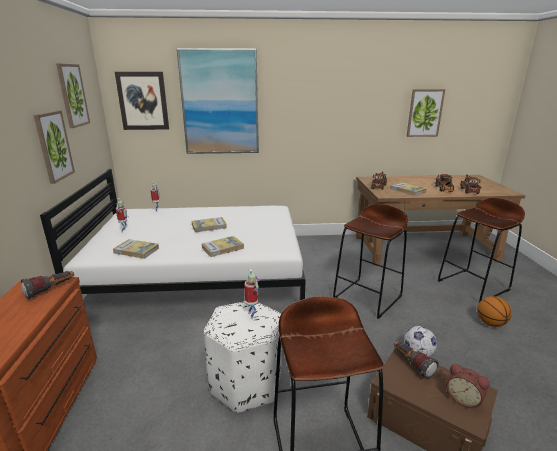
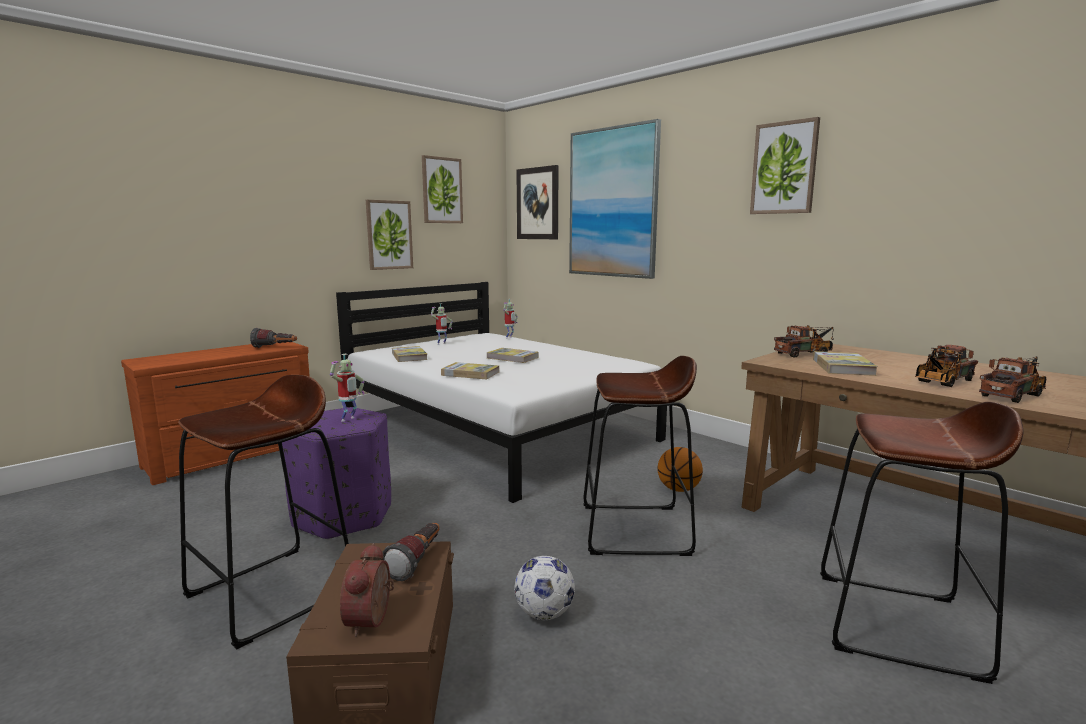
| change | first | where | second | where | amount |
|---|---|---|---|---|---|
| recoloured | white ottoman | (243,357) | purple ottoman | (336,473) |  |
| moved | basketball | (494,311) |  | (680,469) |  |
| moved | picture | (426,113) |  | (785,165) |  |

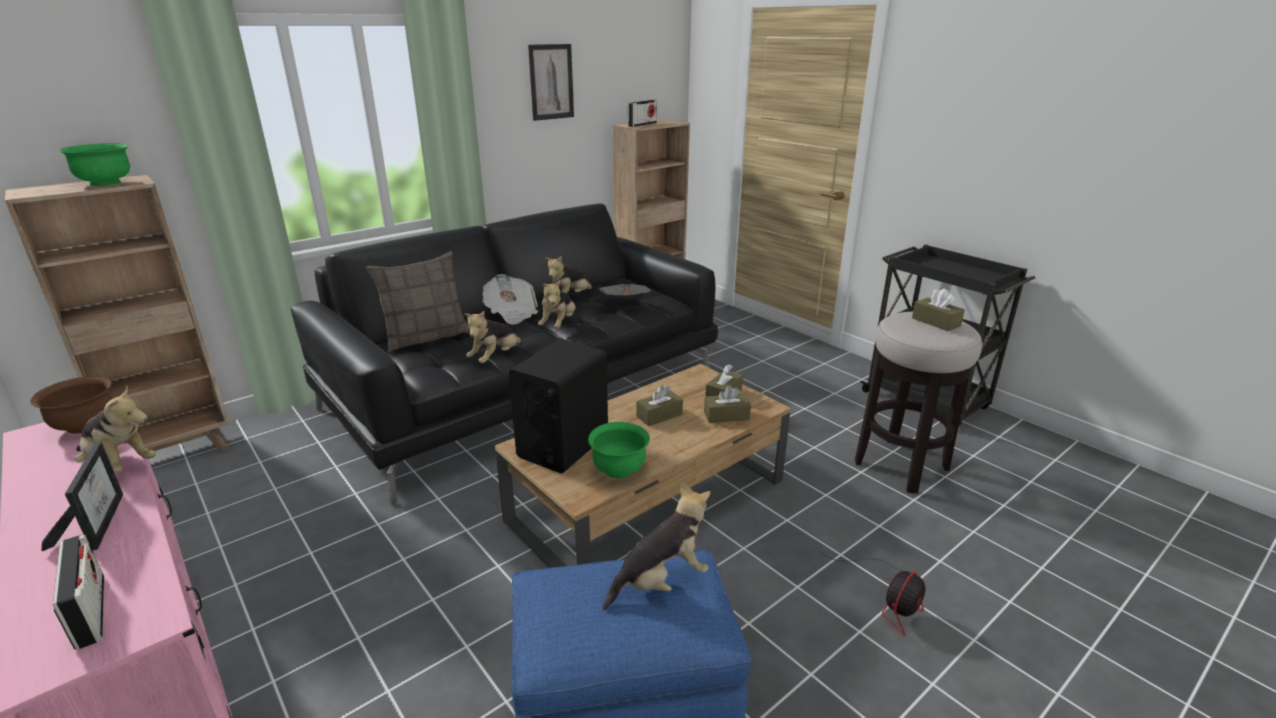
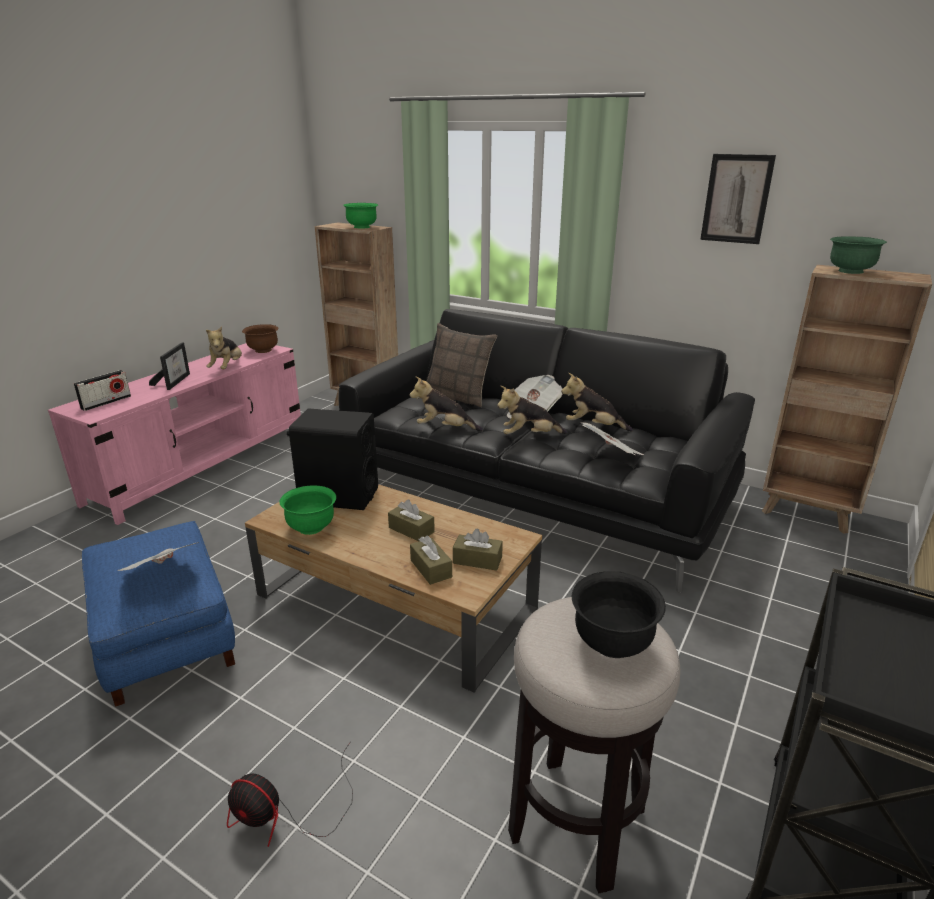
| change | first | where | second | where | amount |
|---|---|---|---|---|---|
| replaced | plush toy | (656,546) | newspaper | (158,556) |  |
| turned | picture frame | (82,496) |  | (169,366) | 45 degrees counterclockwise |
| replaced | brown tissue box | (938,310) | black bowl | (619,614) |  |
| replaced | radio | (642,113) | green bowl | (858,255) |  |

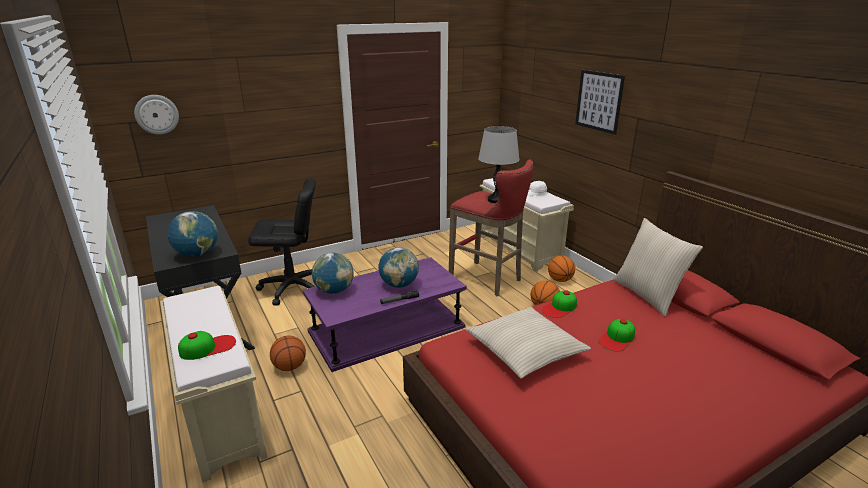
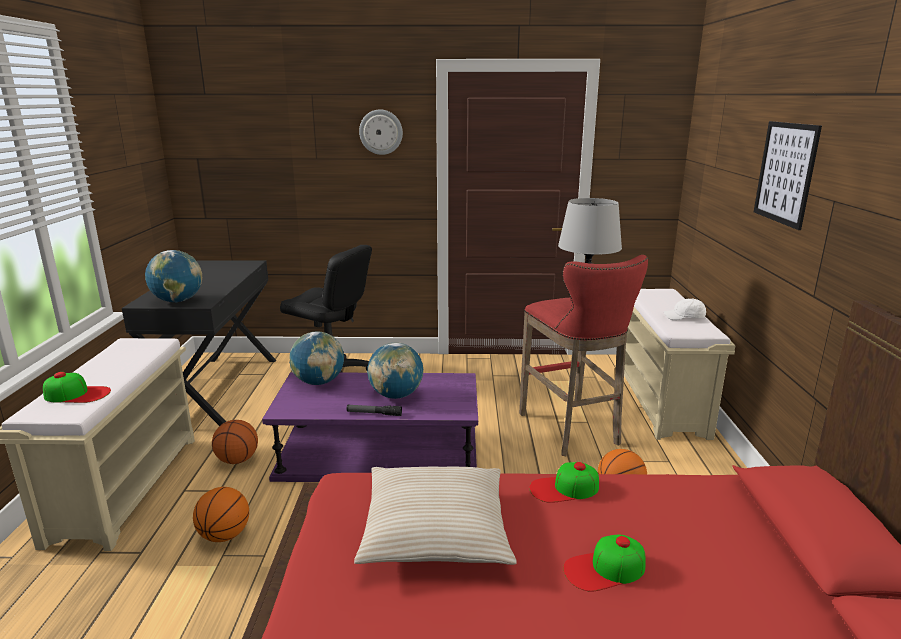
| change | first | where | second | where | amount |
|---|---|---|---|---|---|
| moved | basketball | (561,268) |  | (221,514) |  |
| moved | wall clock | (156,114) |  | (381,132) |  |
| removed | beige pillow | (658,267) |  |  |  |

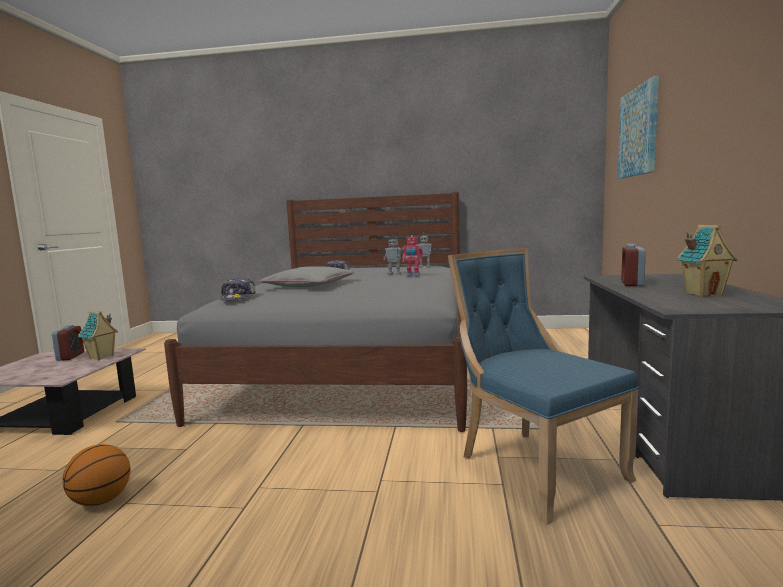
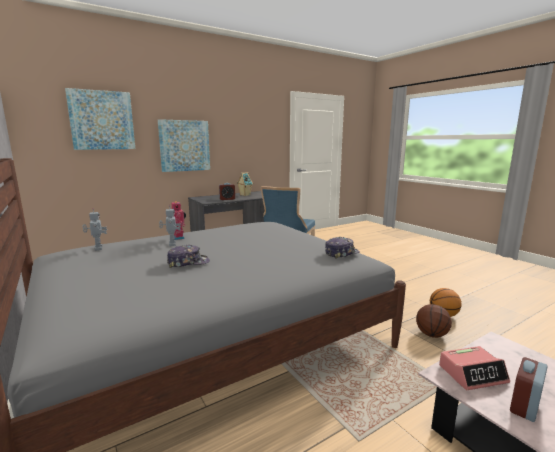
| change | first | where | second | where | amount |
|---|---|---|---|---|---|
| added |  |  | picture | (184,145) |  |
| added |  |  | basketball | (434,321) |  |
| replaced | toy house | (98,335) | alarm clock | (474,368) |  |
| removed | grey pillow | (307,276) |  |  |  |

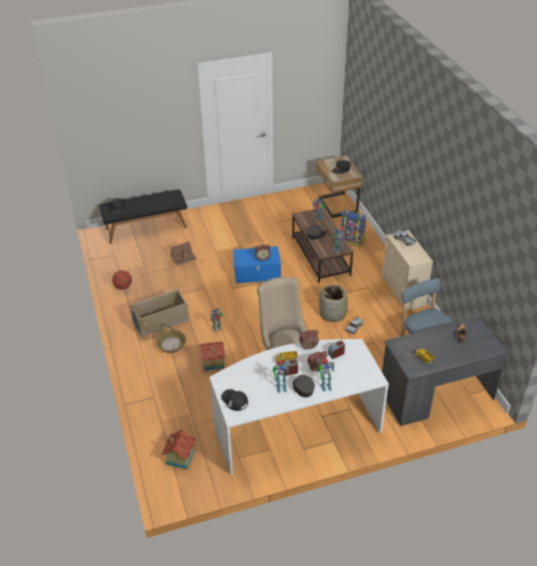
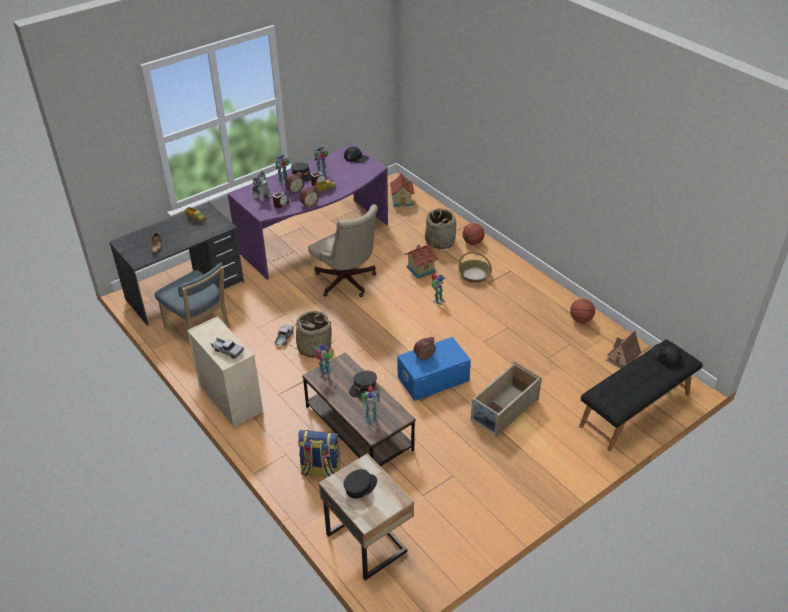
| change | first | where | second | where | amount |
|---|---|---|---|---|---|
| recoloured | white desk | (299,407) | purple desk | (307,212) |  |
| added |  |  | plush toy | (263,186) |  |
| added |  |  | basket | (440,228) |  |
| added |  |  | basketball | (474,234) |  |
| moved | beige storage box | (159,313) |  | (506,399) |  |
| moved | toy house | (183,253) |  | (623,349) |  |

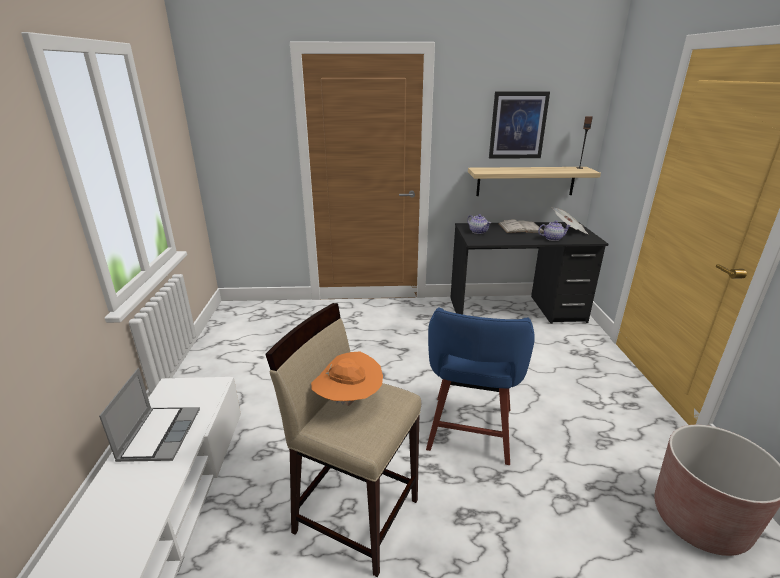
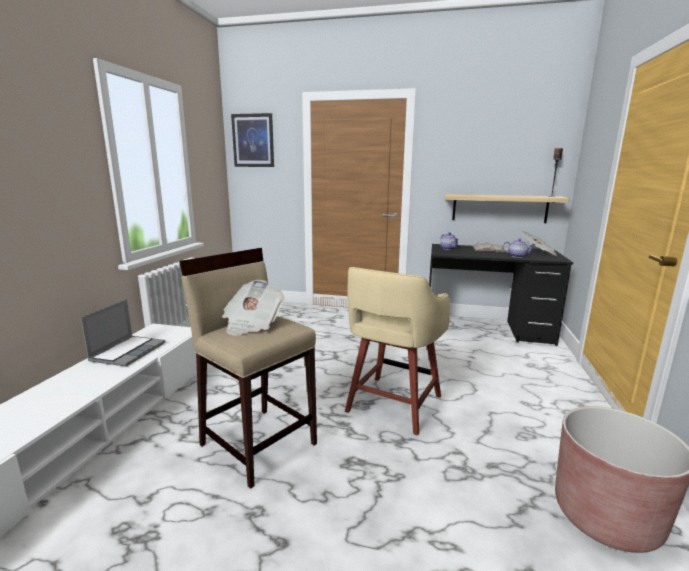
| change | first | where | second | where | amount |
|---|---|---|---|---|---|
| replaced | orange hat | (347,378) | newspaper | (253,307) |  |
| moved | picture | (519,125) |  | (252,140) |  |
| recoloured | blue stool | (480,386) | beige stool | (397,351) |  |

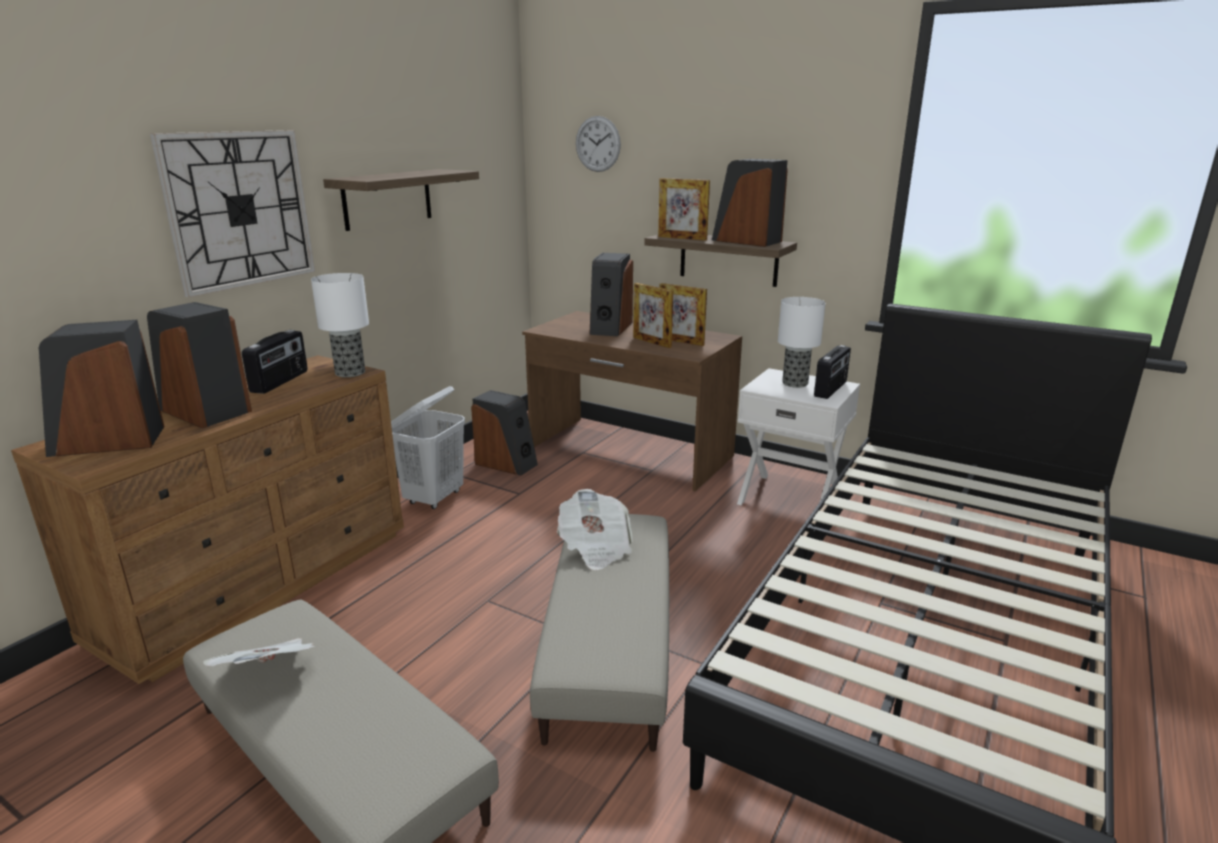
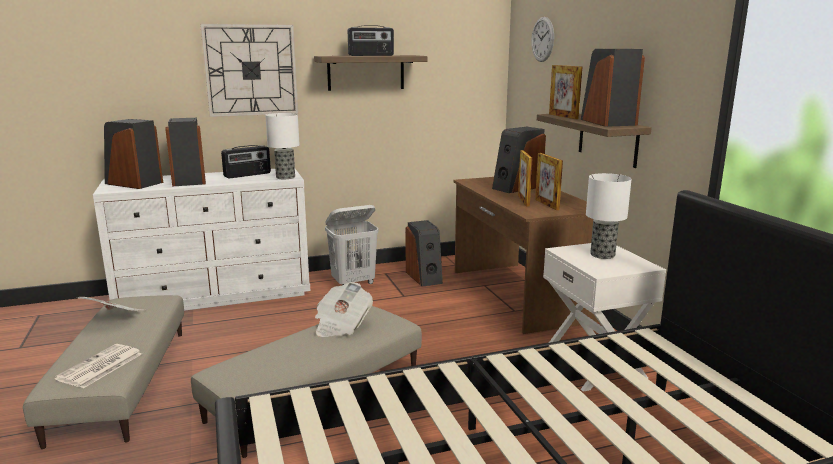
| change | first | where | second | where | amount |
|---|---|---|---|---|---|
| added |  |  | newspaper | (98,366) |  |
| recoloured | brown dresser | (207,519) | white dresser | (201,240) |  |
| moved | radio | (832,372) |  | (371,40) |  |

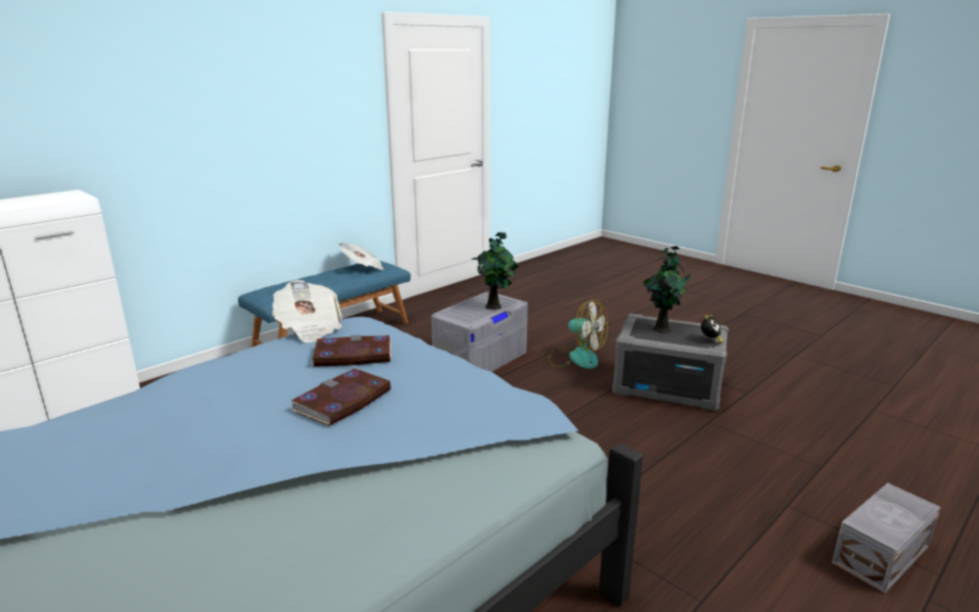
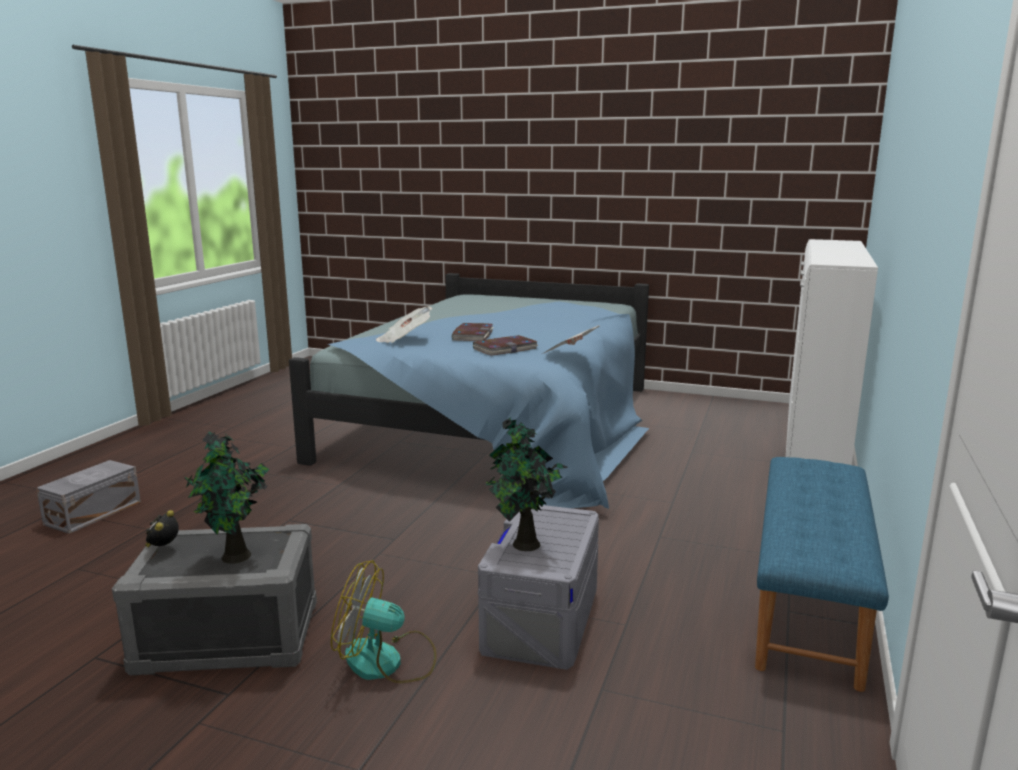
| change | first | where | second | where | amount |
|---|---|---|---|---|---|
| moved | newspaper | (361,256) |  | (404,324) |  |

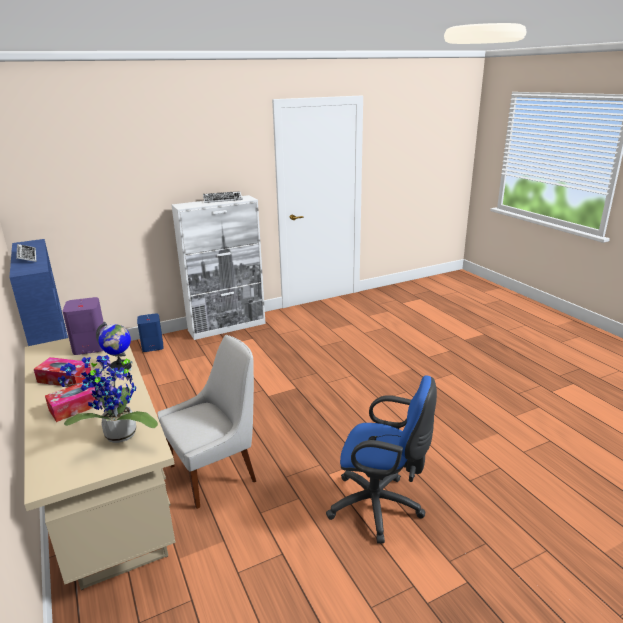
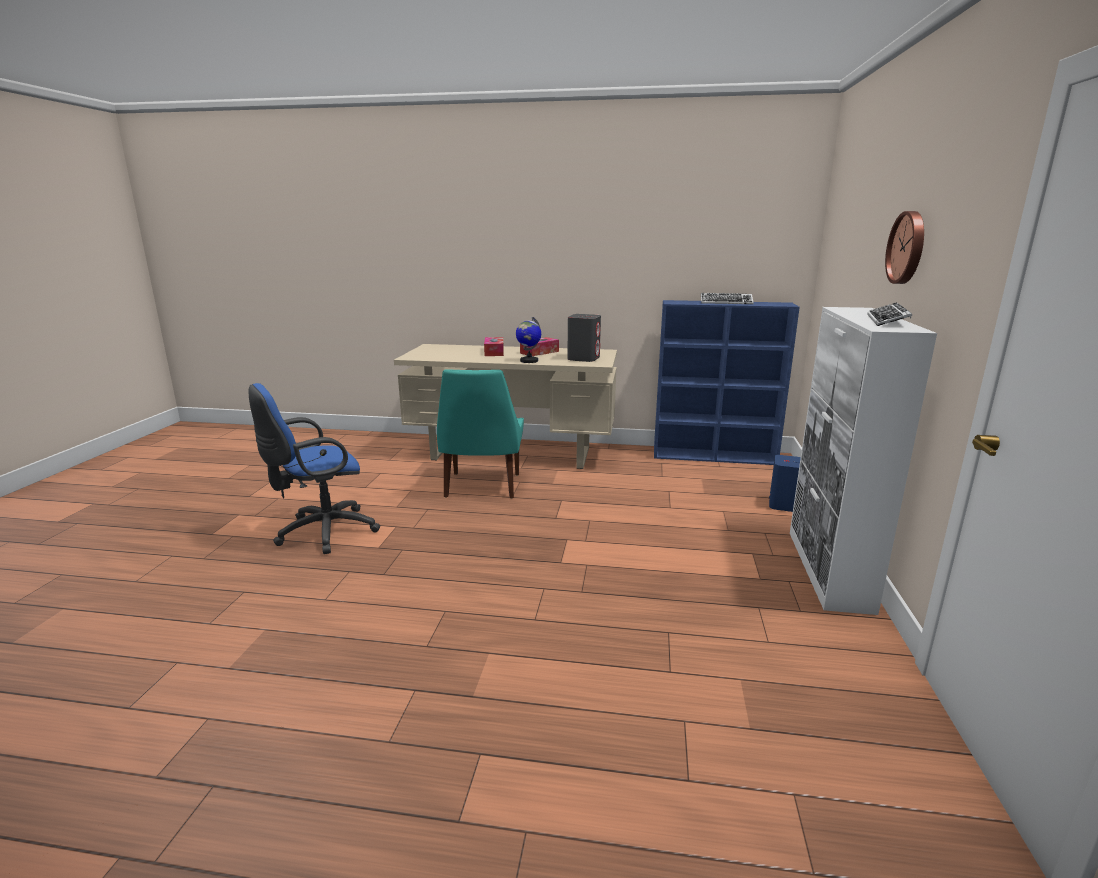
| change | first | where | second | where | amount |
|---|---|---|---|---|---|
| recoloured | white chair | (206,422) | turquoise chair | (480,433) |  |
| recoloured | purple speaker | (84,326) | grey speaker | (584,338) |  |
| added |  |  | wall clock | (904,247) |  |
| removed | potted plant | (108,399) |  |  |  |

